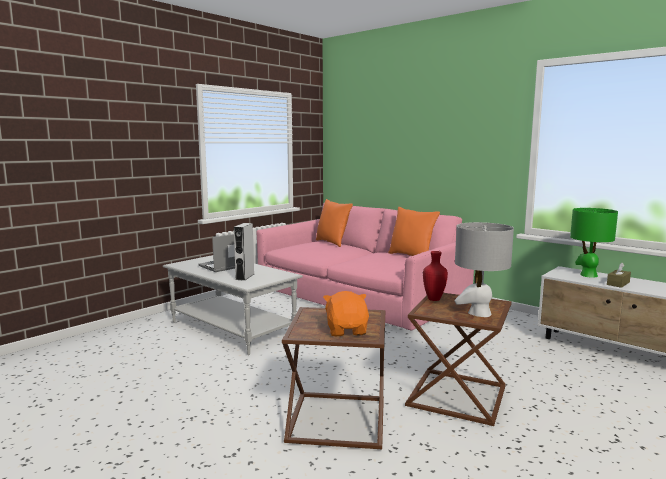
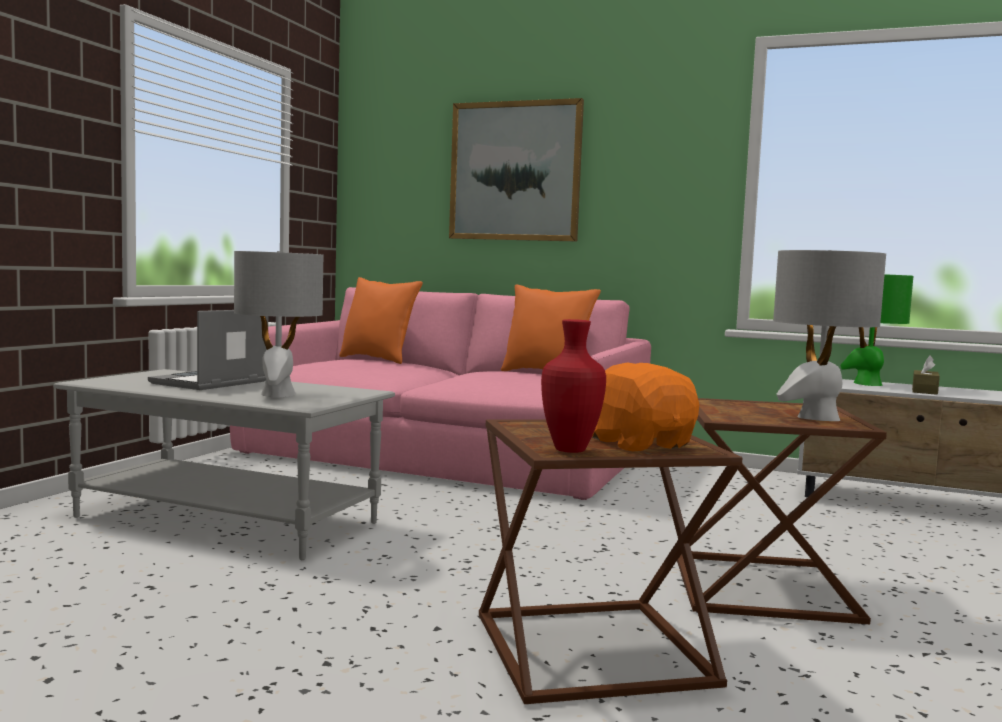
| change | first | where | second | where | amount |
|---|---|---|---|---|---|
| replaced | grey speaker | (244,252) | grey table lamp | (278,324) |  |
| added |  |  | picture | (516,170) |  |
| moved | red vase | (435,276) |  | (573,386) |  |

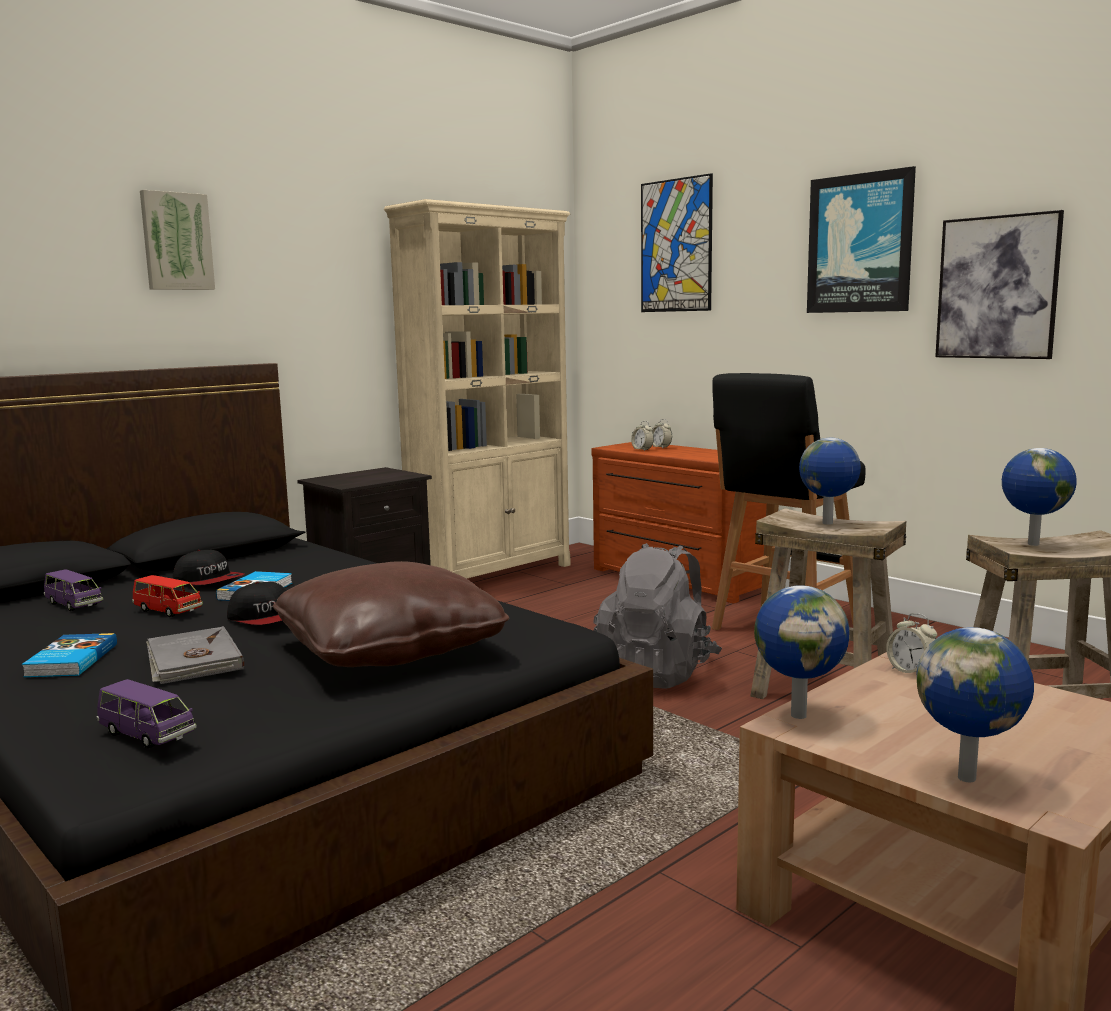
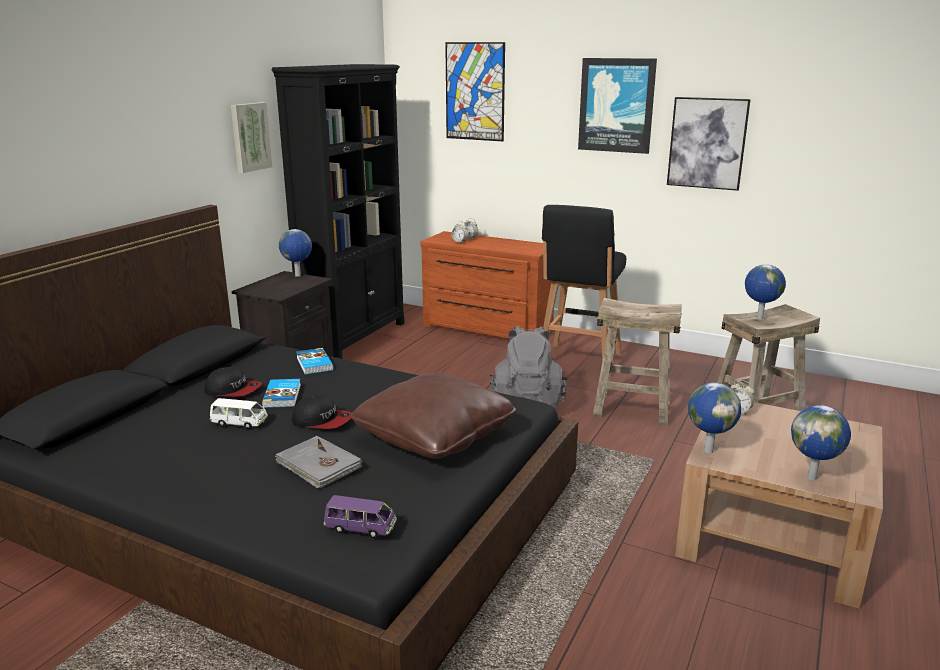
| change | first | where | second | where | amount |
|---|---|---|---|---|---|
| recoloured | red toy car | (167,596) | white toy car | (239,413) |  |
| moved | picture | (177,240) |  | (251,137) |  |
| recoloured | beige bookcase | (477,389) | black bookcase | (338,211) |  |
| moved | globe | (830,481) |  | (295,253) |  |
| moved | book | (69,655) |  | (314,361) |  |
| removed | purple toy car | (73,590) |  |  |  |

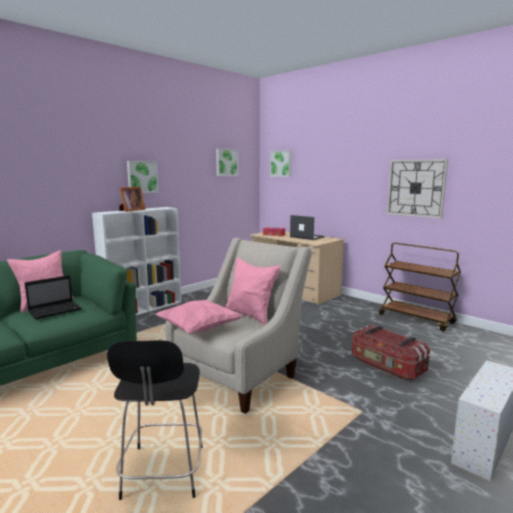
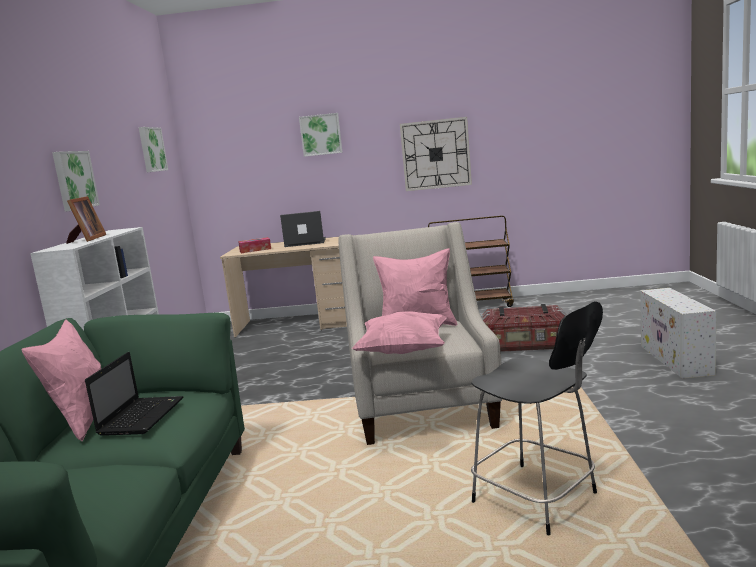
| change | first | where | second | where | amount |
|---|---|---|---|---|---|
| moved | picture | (281,163) |  | (321,135) |  |

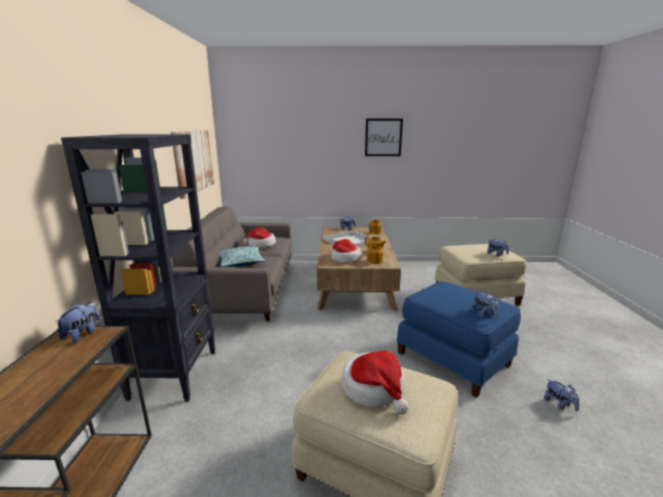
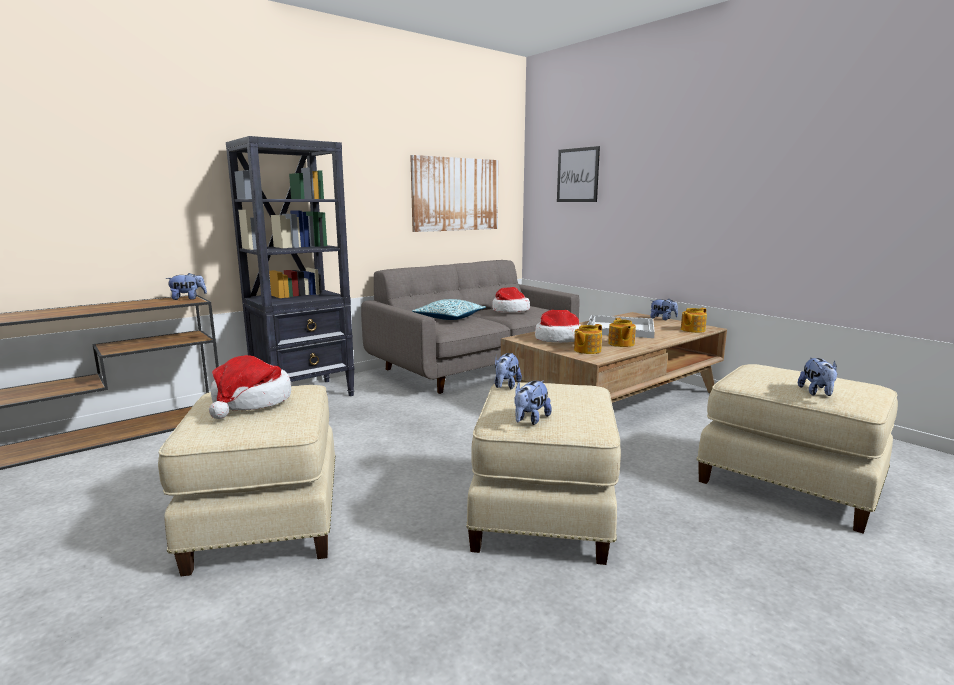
| change | first | where | second | where | amount |
|---|---|---|---|---|---|
| recoloured | blue ottoman | (459,339) | beige ottoman | (543,473) |  |
| moved | plush toy | (561,395) |  | (508,371) |  |
| moved | picture | (384,137) |  | (578,174) |  |

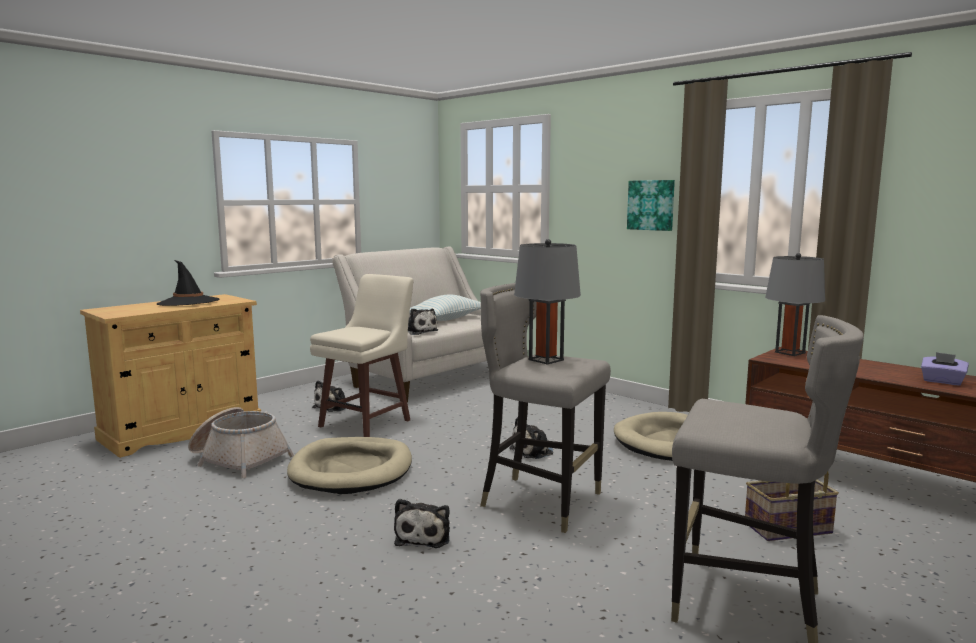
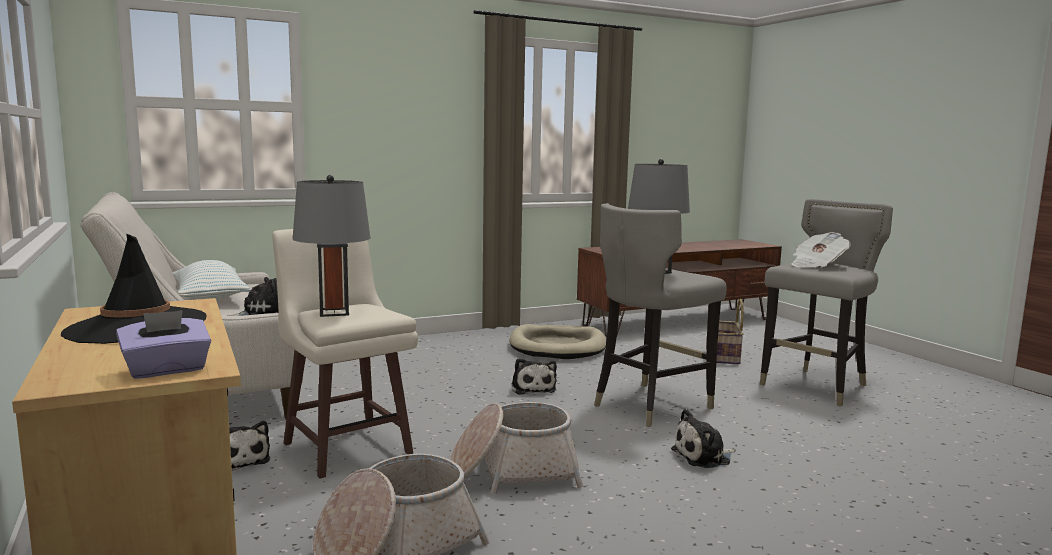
| change | first | where | second | where | amount |
|---|---|---|---|---|---|
| moved | purple tissue box | (945,368) |  | (163,344) |  |
| moved | grey table lamp | (795,304) |  | (332,246) |  |
| replaced | beige dog bed | (349,465) | basket | (516,448) |  |
| turned | plush toy | (422,523) |  | (703,438) | 135 degrees clockwise |
| added |  |  | newspaper | (821,249) |  |
| removed | picture | (651,205) |  |  |  |

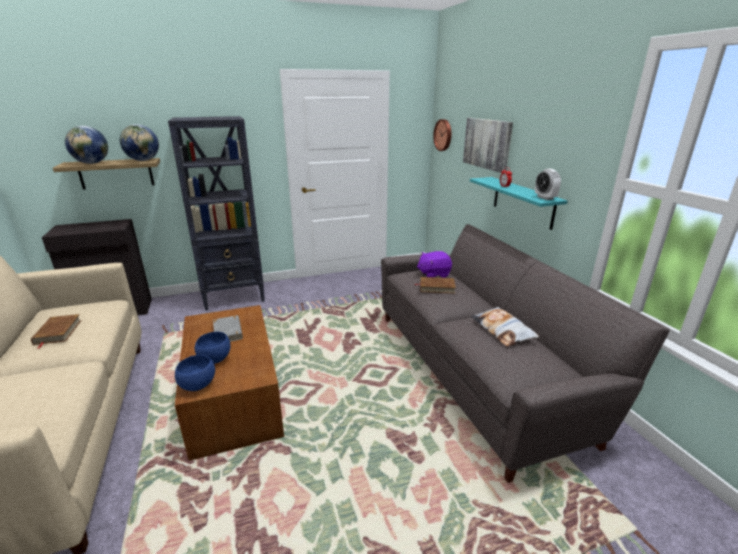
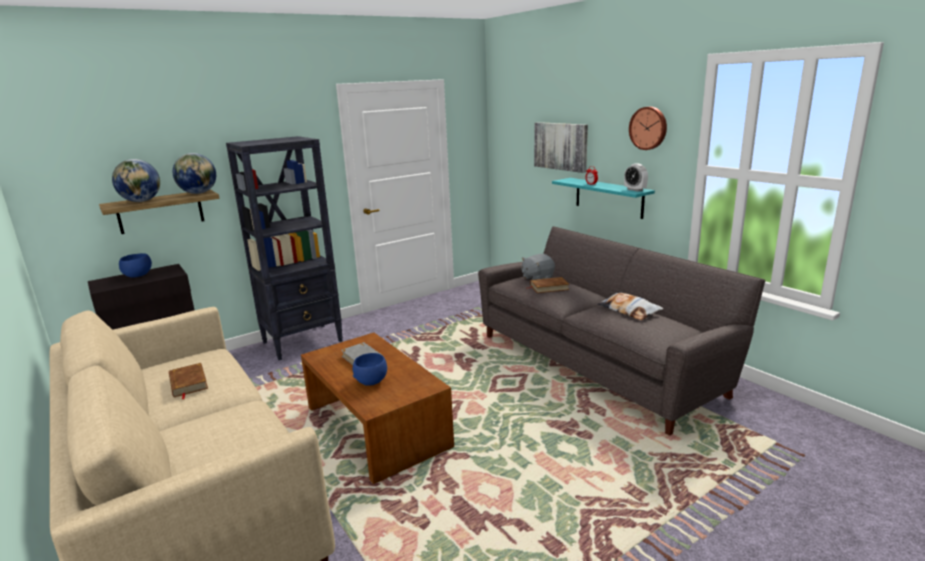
| change | first | where | second | where | amount |
|---|---|---|---|---|---|
| moved | blue bowl | (195,373) |  | (135,265) |  |
| recoloured | purple plush toy | (434,264) | grey plush toy | (538,267) |  |
| moved | wall clock | (442,135) |  | (648,128) |  |

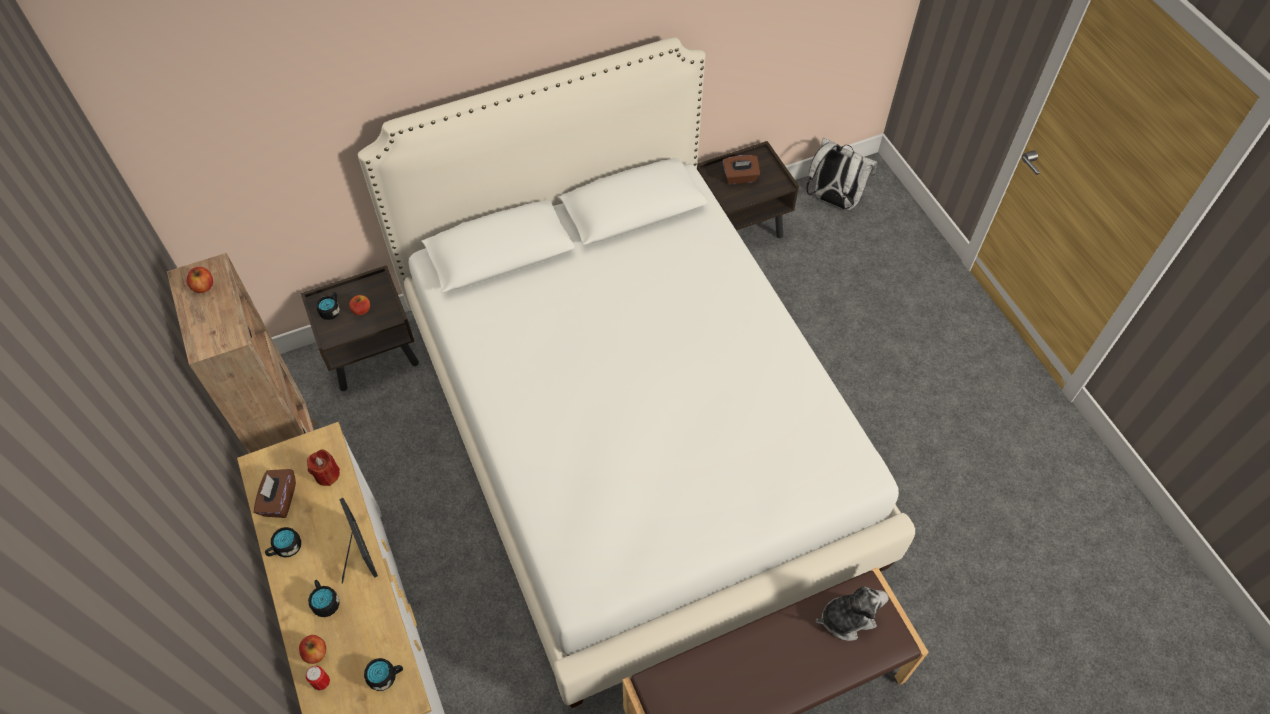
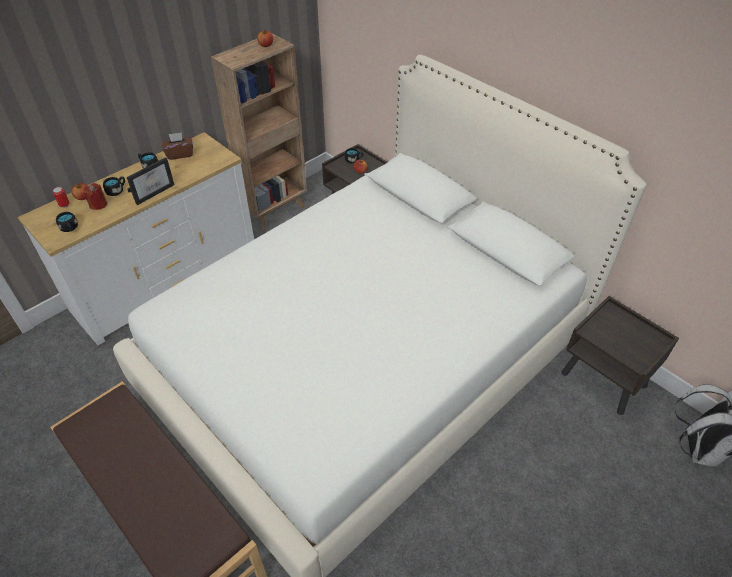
| change | first | where | second | where | amount |
|---|---|---|---|---|---|
| moved | red candle | (323,468) |  | (95,196) |  |
| removed | brown tissue box | (741,169) |  |  |  |
| removed | plush toy | (852,613) |  |  |  |

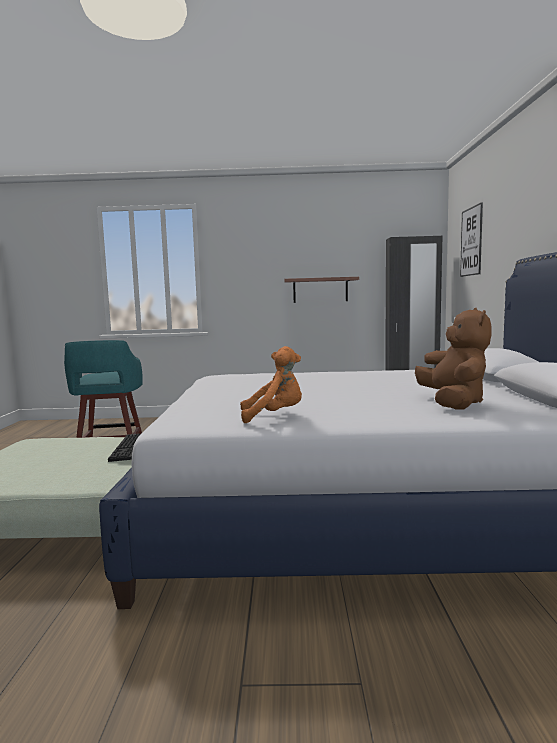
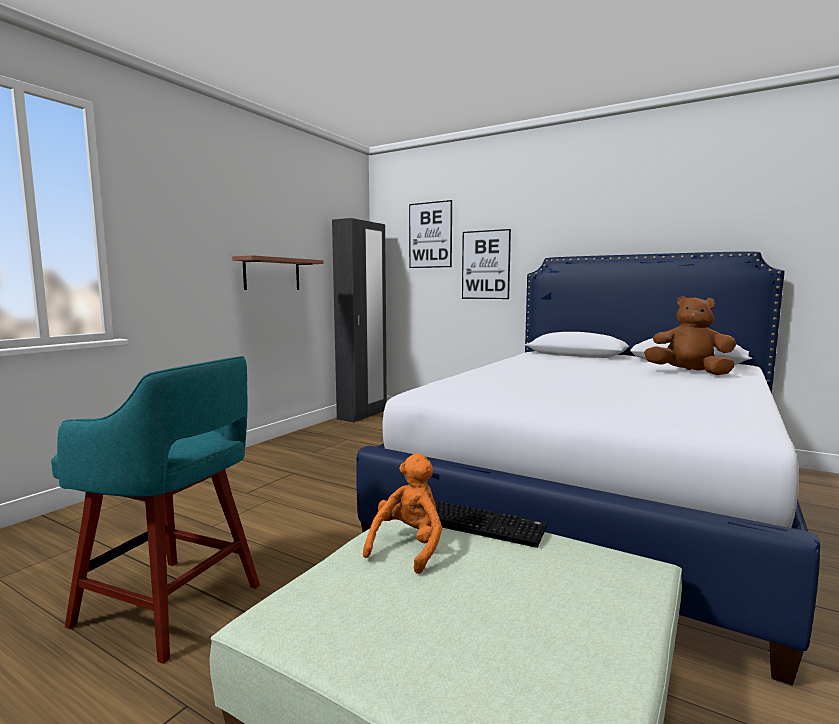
| change | first | where | second | where | amount |
|---|---|---|---|---|---|
| moved | orange plush toy | (271,384) |  | (402,513) |  |
| added |  |  | picture | (486,264) |  |

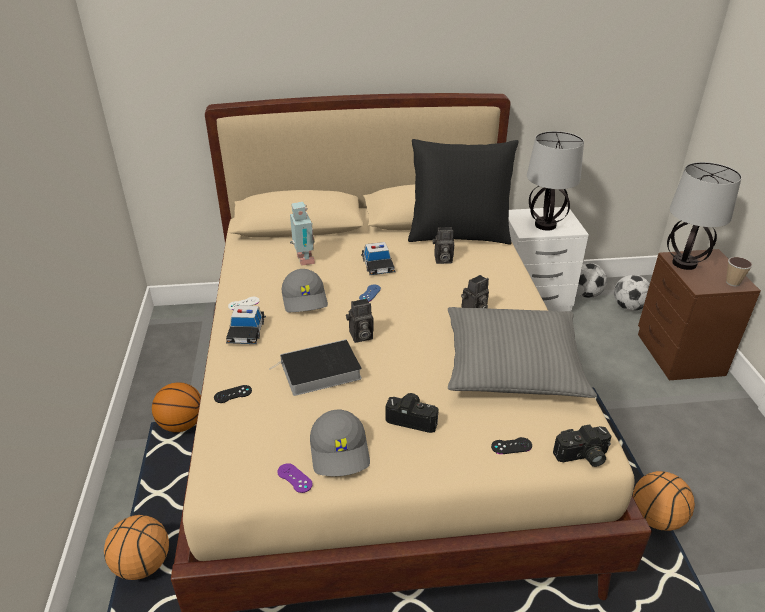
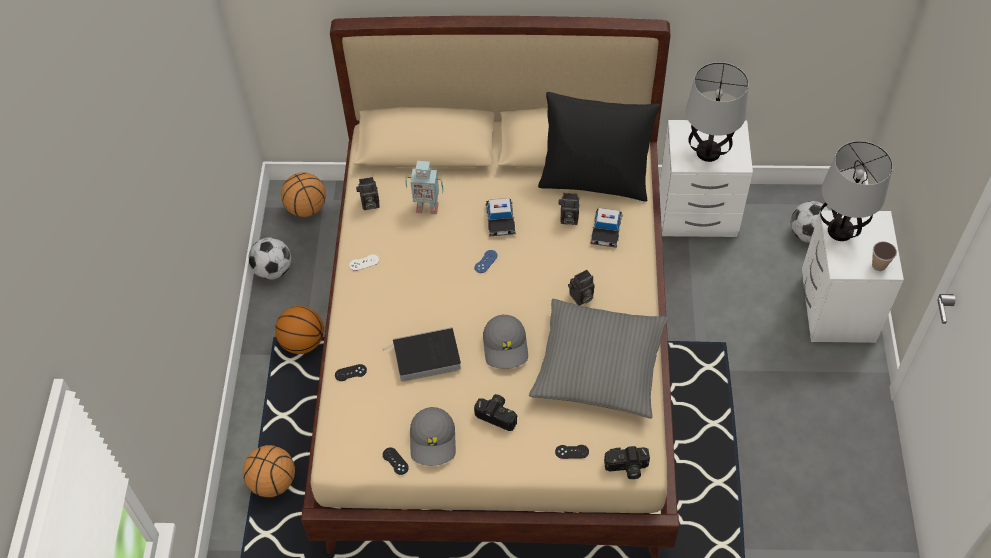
| change | first | where | second | where | amount |
|---|---|---|---|---|---|
| moved | football | (591,280) |  | (269,258) |  |
| moved | basketball | (664,501) |  | (303,194) |  |
| moved | photo camera | (360,320) |  | (368,193) |  |
| recoloured | purple game controller | (295,478) | black game controller | (396,461) |  |
| turned | toy robot | (302,234) |  | (424,187) | 105 degrees clockwise |
| moved | grey cap | (305,290) |  | (505,342) |  |
| moved | toy car | (246,325) |  | (606,228) |  |
| recoloured | brown nightstand | (699,314) | white nightstand | (853,276) |  |

